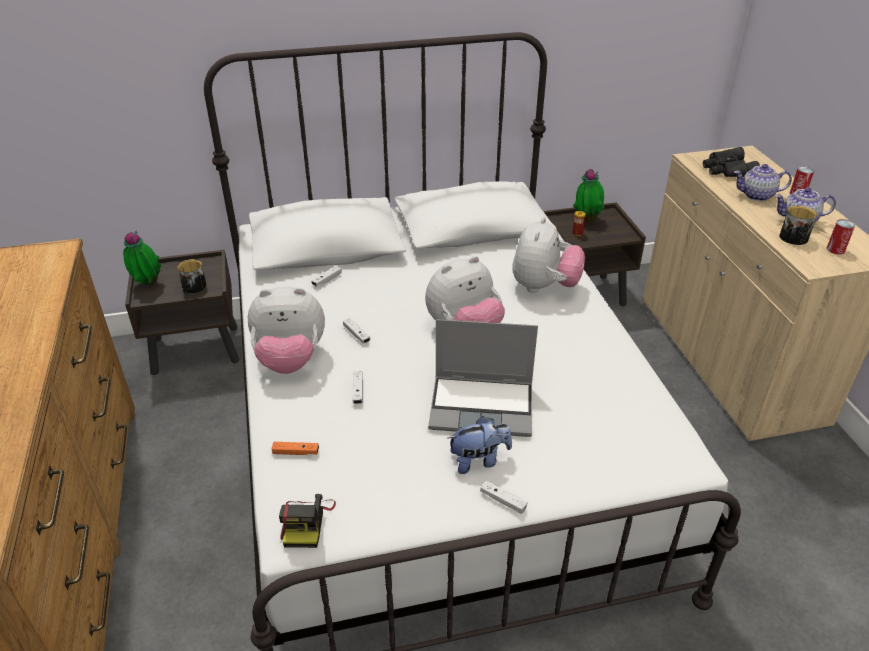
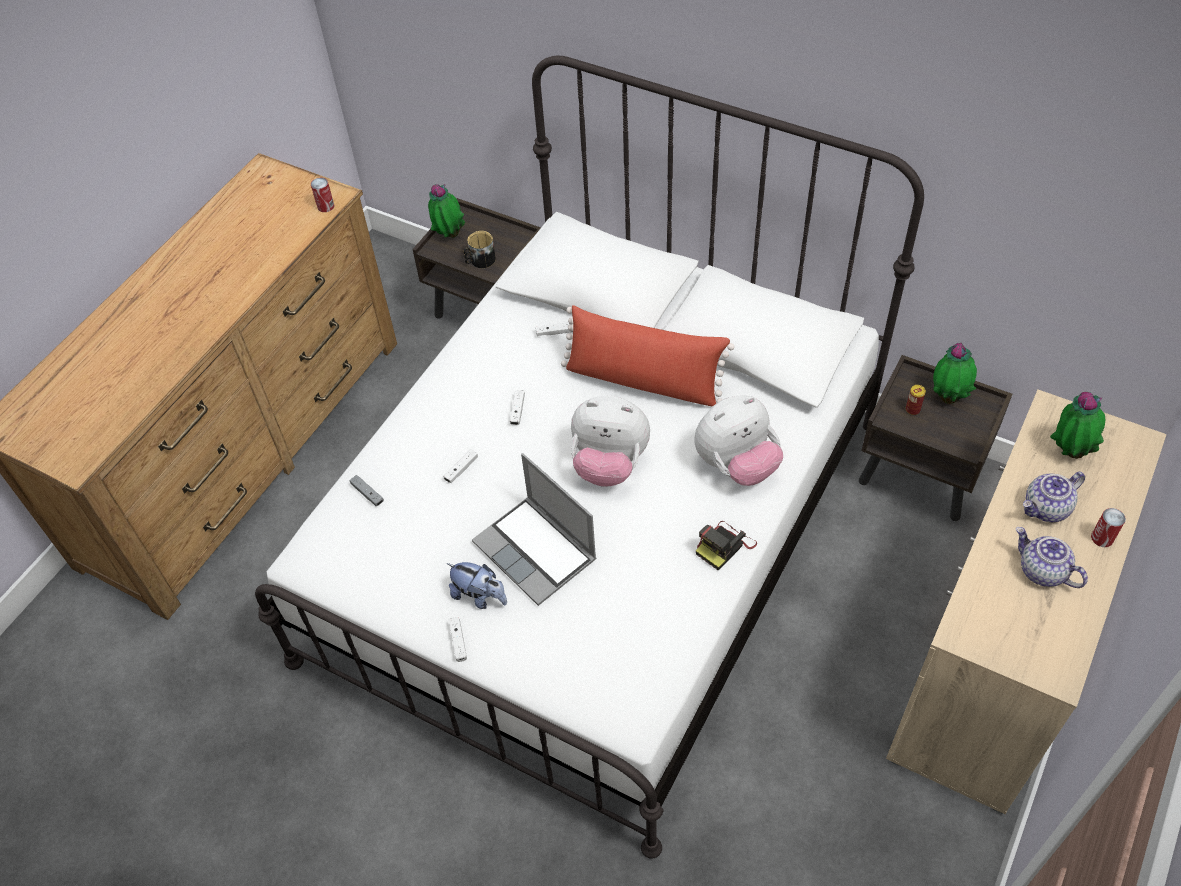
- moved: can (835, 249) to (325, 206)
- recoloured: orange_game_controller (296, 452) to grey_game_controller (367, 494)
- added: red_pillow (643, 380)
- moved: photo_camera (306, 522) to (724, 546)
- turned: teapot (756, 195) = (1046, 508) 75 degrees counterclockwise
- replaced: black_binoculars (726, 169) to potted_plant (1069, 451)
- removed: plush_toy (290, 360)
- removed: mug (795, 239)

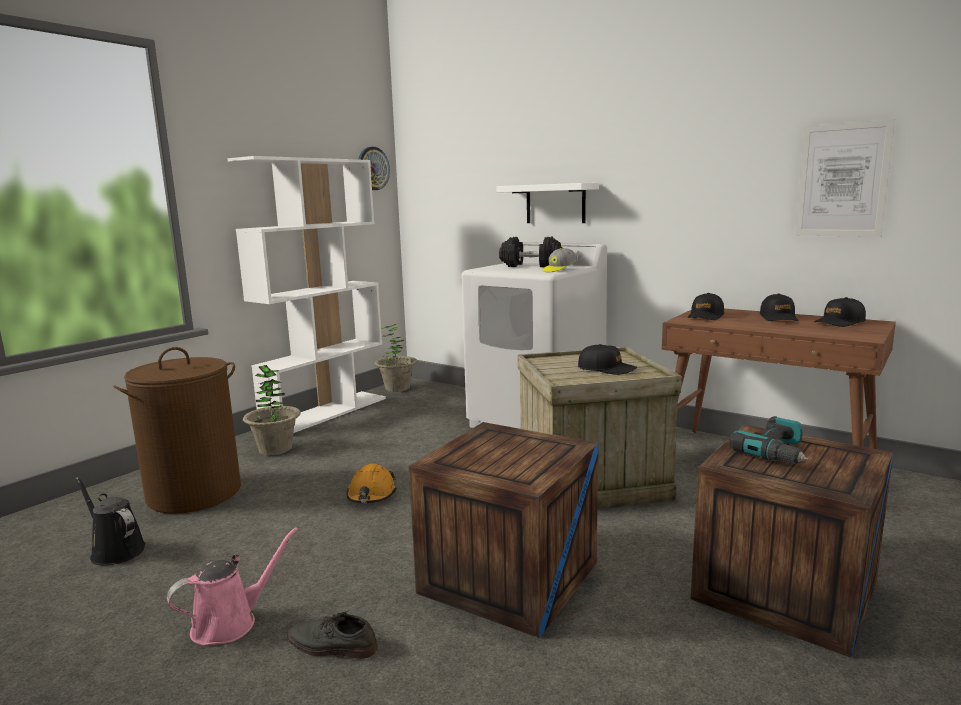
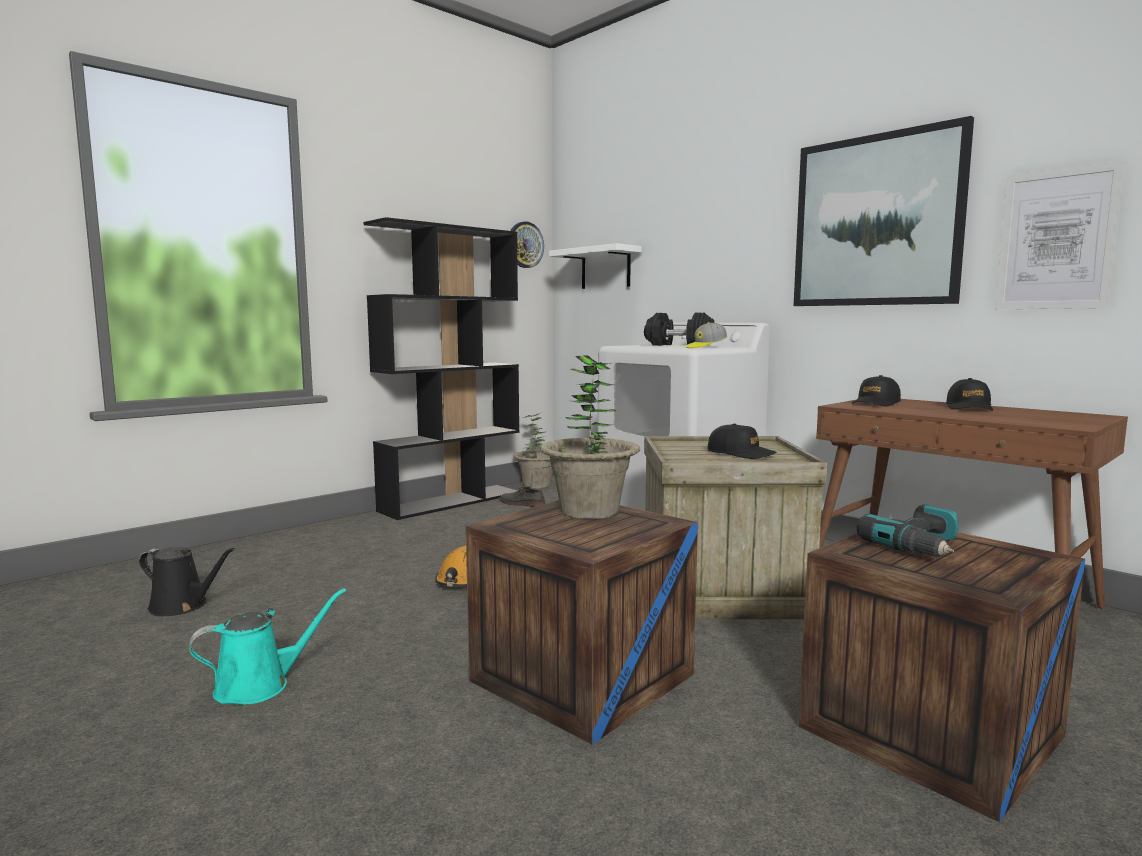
- turned: black_watering_can (115, 550) = (182, 606) 150 degrees clockwise
- recoloured: pink_watering_can (230, 623) to turquoise_watering_can (260, 686)
- recoloured: white_bookcase (326, 412) to black_bookcase (451, 502)
- moved: grey_shoe (331, 645) to (521, 503)
- moved: potted_plant (275, 449) to (589, 511)
- moved: white_shelf (555, 203) to (605, 268)
- added: picture (876, 221)
- removed: brown_laundry_basket (194, 493)
- removed: black_cap (839, 322)

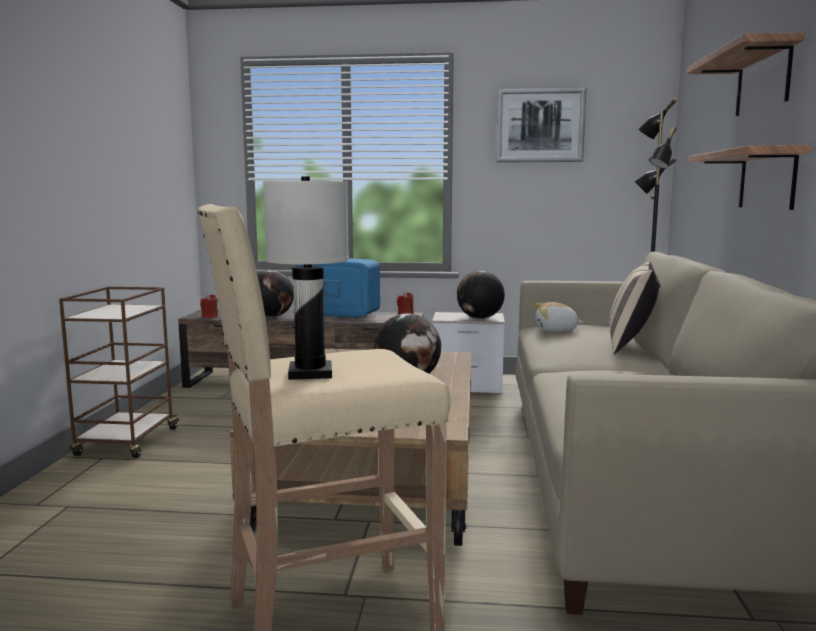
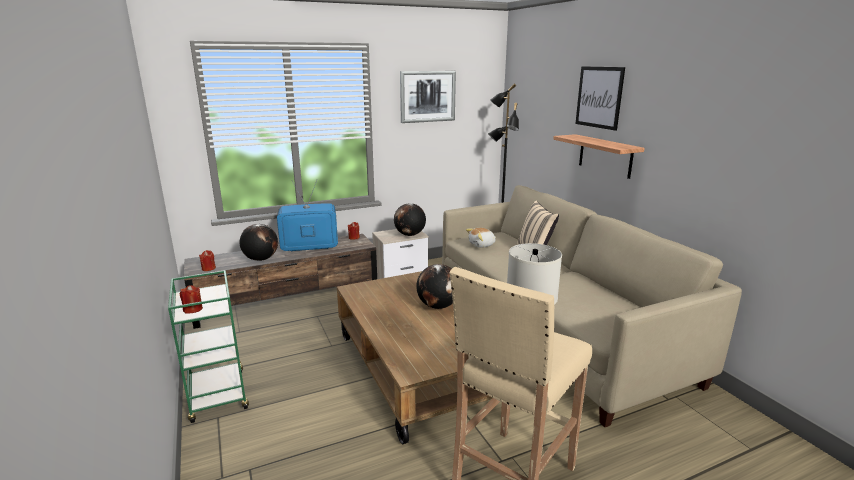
- recoloured: brown_cart (127, 442) to green_cart (218, 396)
- added: red_candle (193, 309)
- replaced: shelf (763, 80) to picture (599, 97)

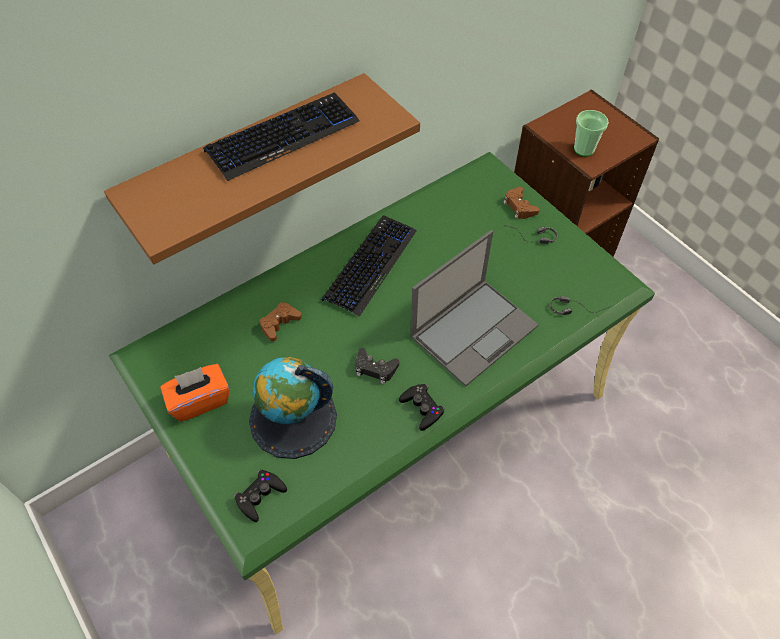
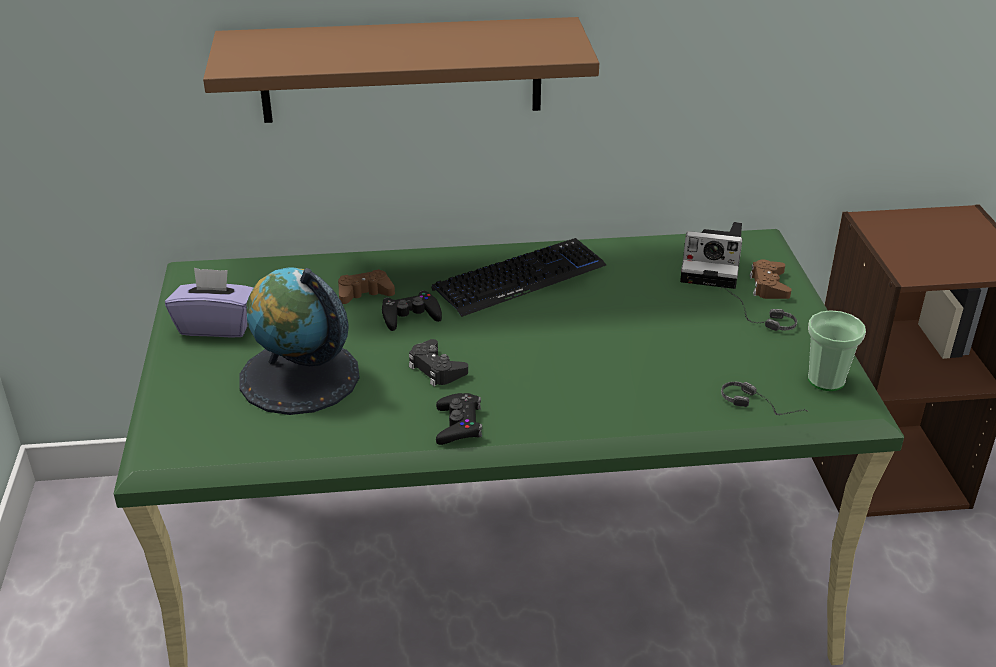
- recoloured: orange_tissue_box (200, 400) to purple_tissue_box (216, 325)
- moved: black_game_controller (260, 496) to (410, 316)
- added: photo_camera (713, 267)
- moved: cup (584, 149) to (826, 380)
- removed: keyboard (283, 137)
- removed: laptop (474, 330)

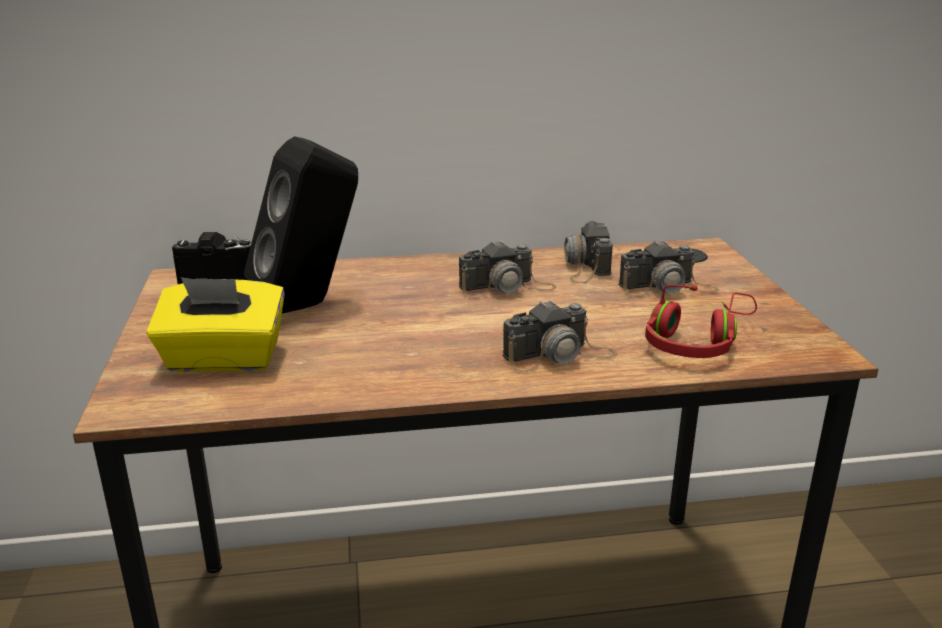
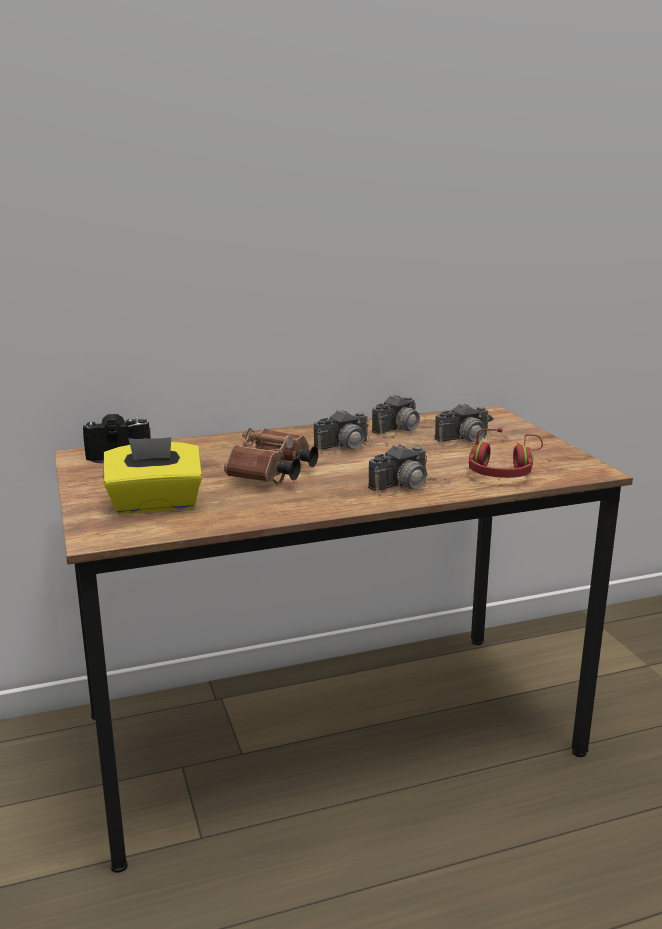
- added: brown_binoculars (272, 475)
- turned: photo_camera (585, 265) = (404, 428) 120 degrees counterclockwise
- removed: black_speaker (310, 305)

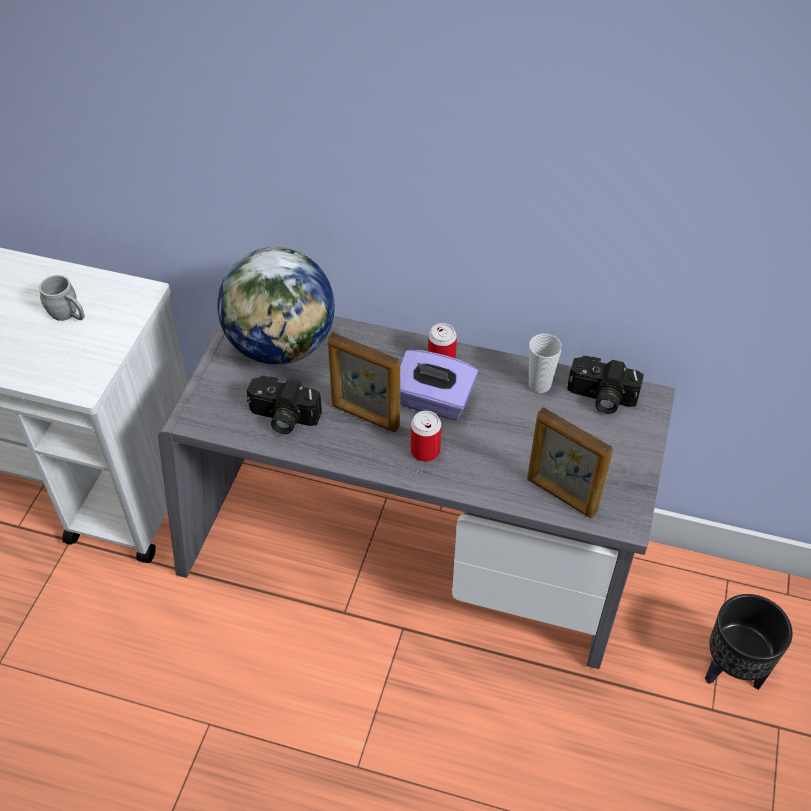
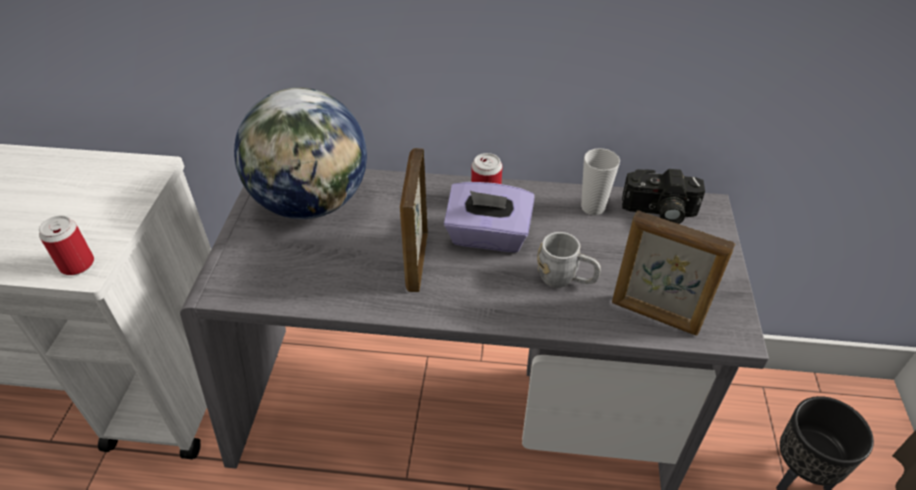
- moved: can (425, 451) to (77, 264)
- turned: picture_frame (365, 416) = (417, 261) 75 degrees clockwise
- moved: grey_mug (69, 315) to (565, 279)
- removed: photo_camera (282, 418)

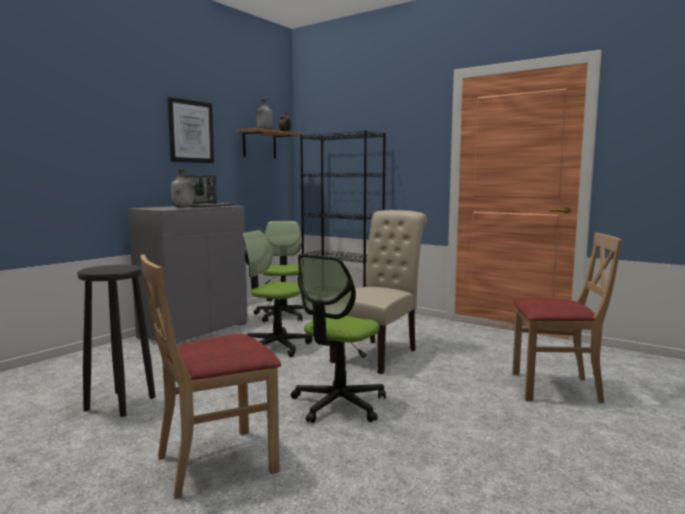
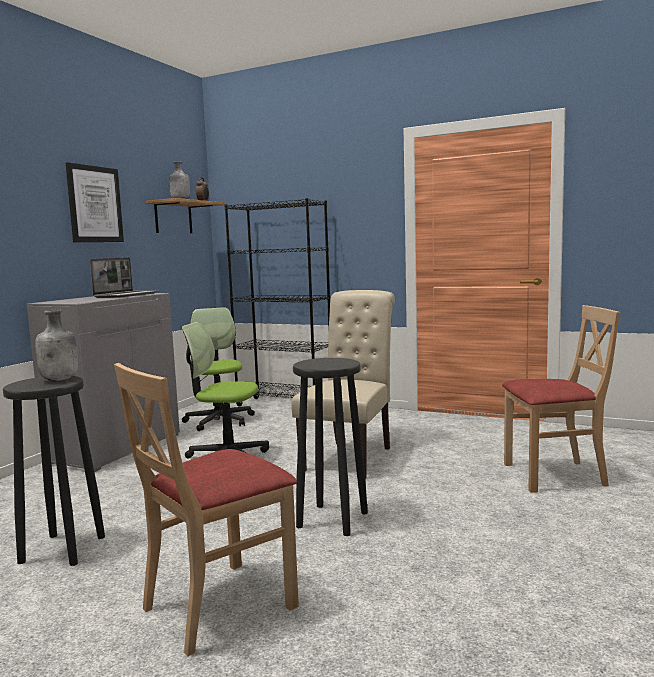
- moved: grey_bottle (183, 208) to (60, 379)
- replaced: office_chair (339, 404) to black_stool (331, 519)

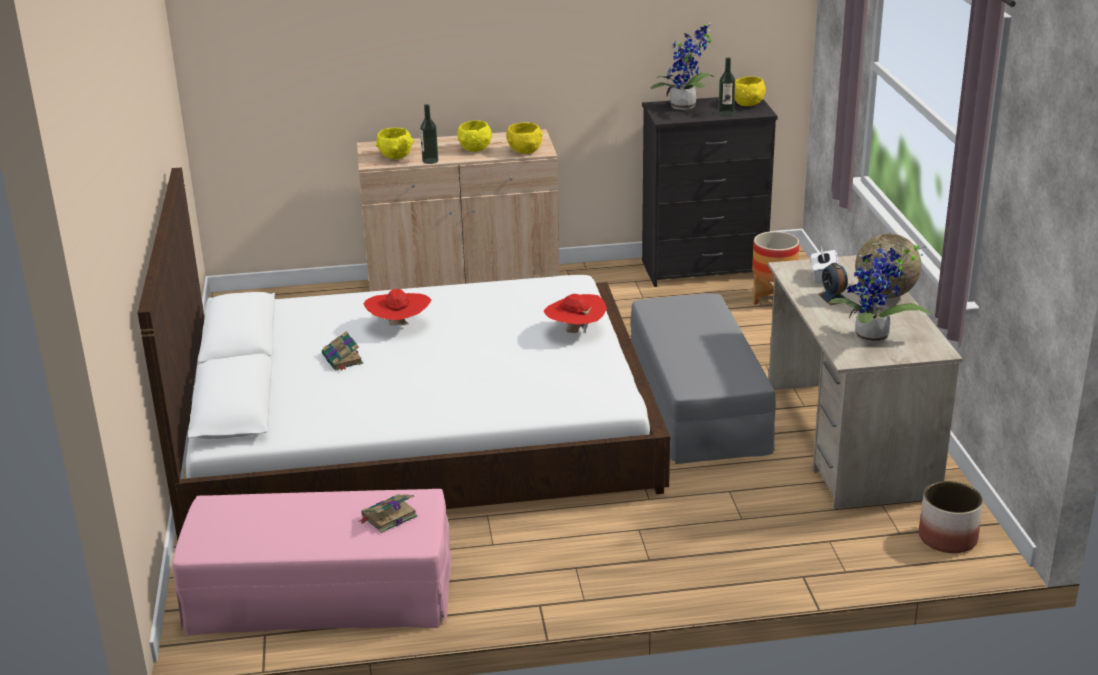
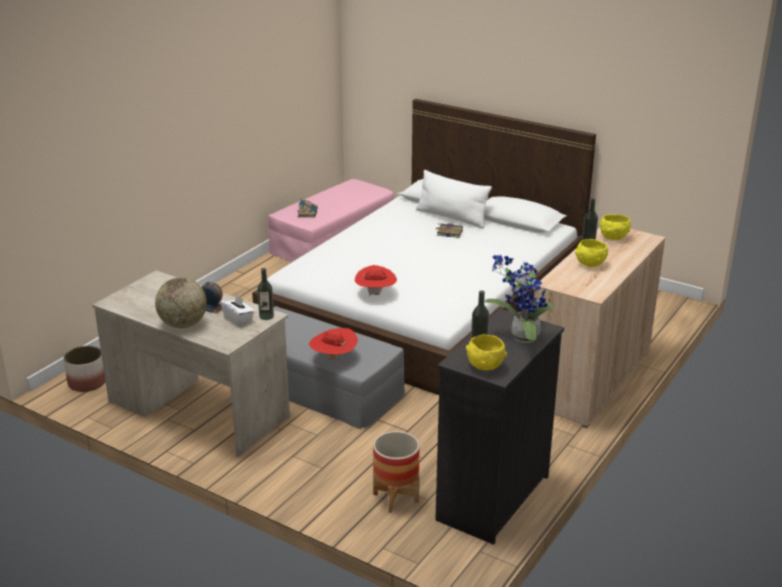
- added: bottle (266, 316)
- moved: red_hat (399, 327) to (333, 358)
- added: white_pillow (451, 217)
- removed: yellow_bowl (524, 151)
- removed: potted_plant (872, 339)

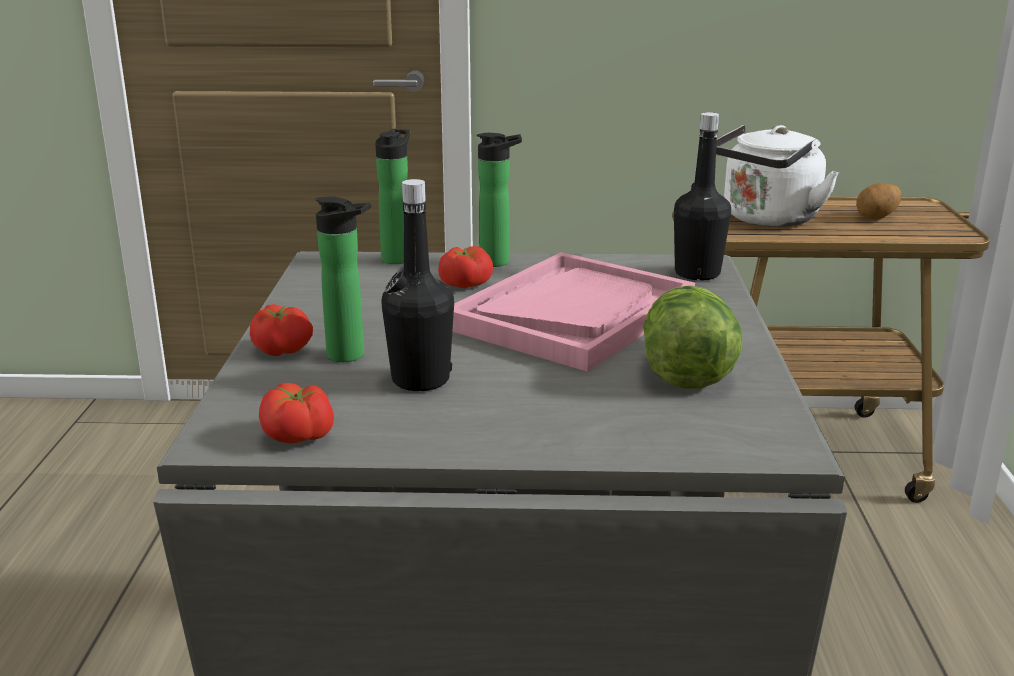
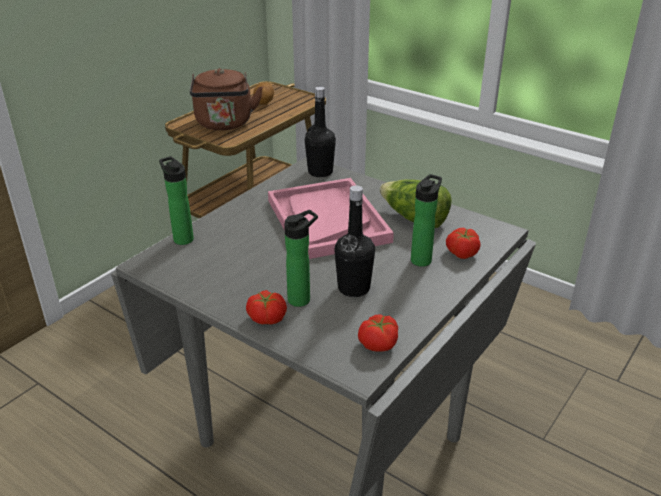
- recoloured: white_kettle (767, 220) to brown_kettle (224, 124)
- moved: bottle (499, 262) to (422, 259)
- moved: tomato (464, 283) to (461, 253)

